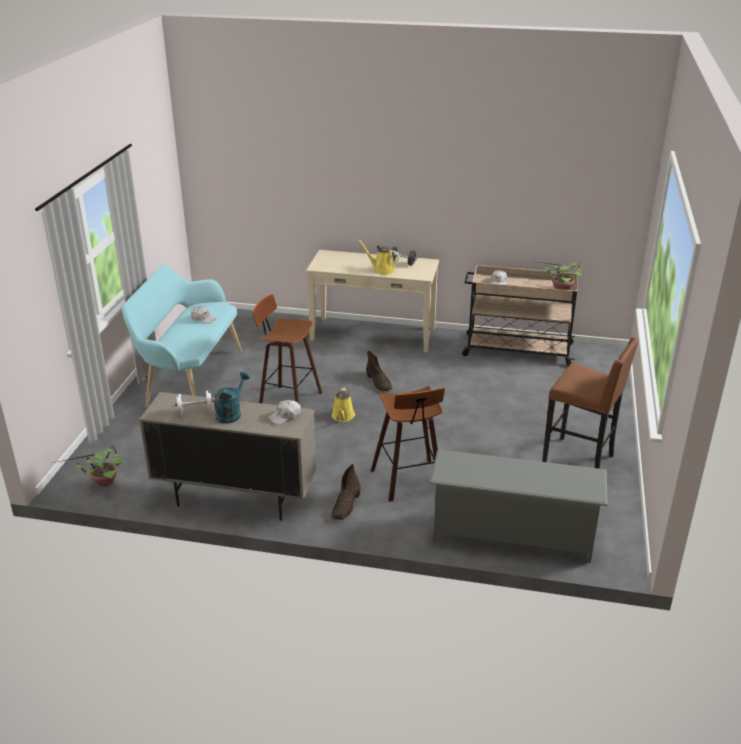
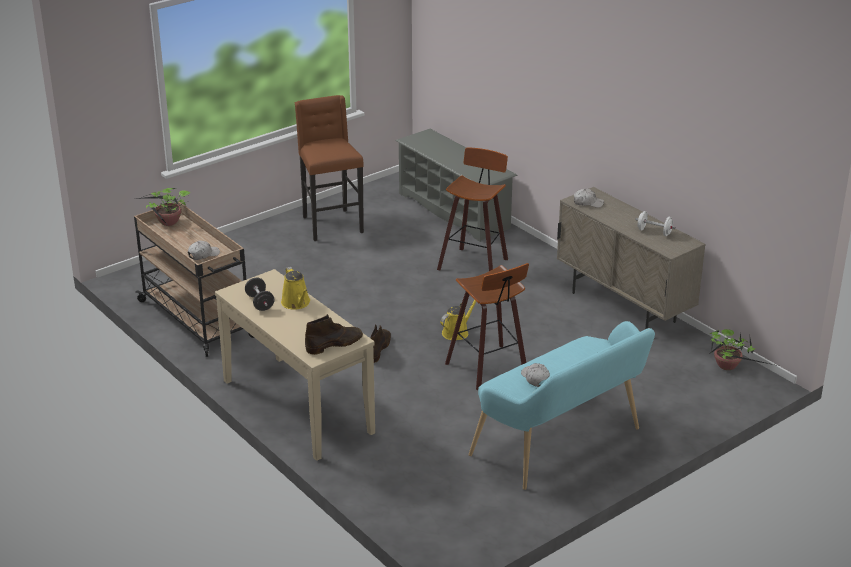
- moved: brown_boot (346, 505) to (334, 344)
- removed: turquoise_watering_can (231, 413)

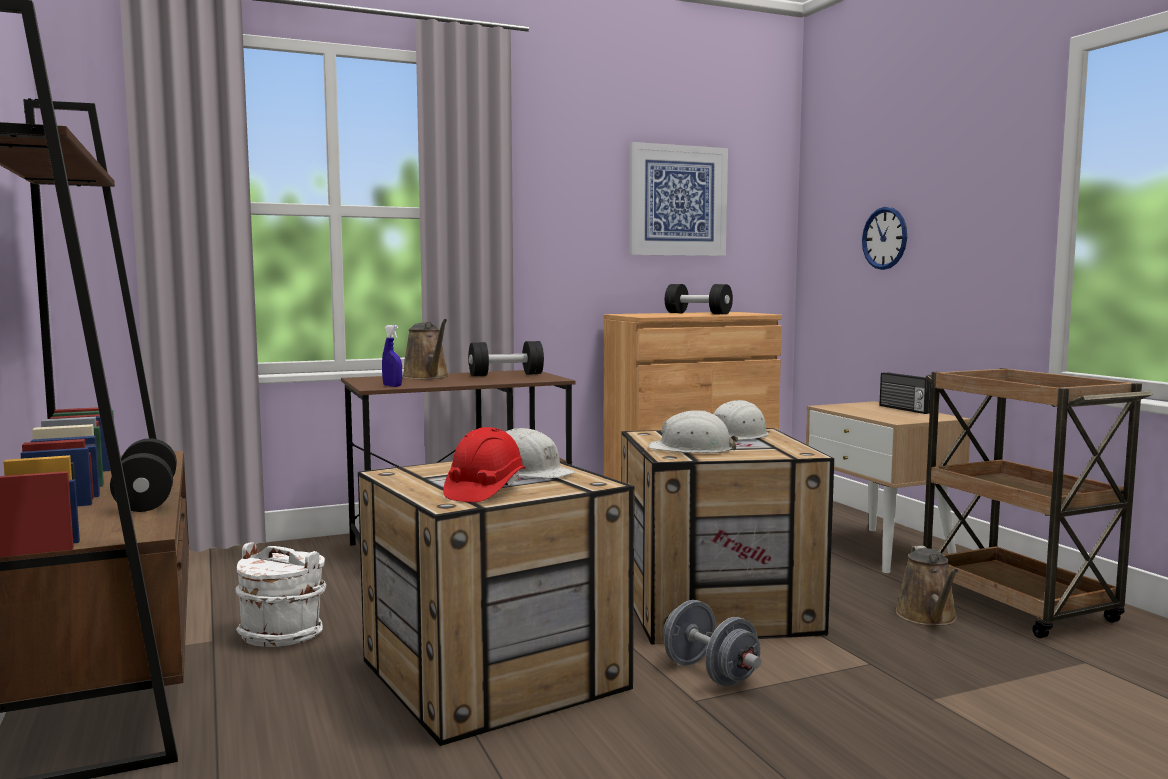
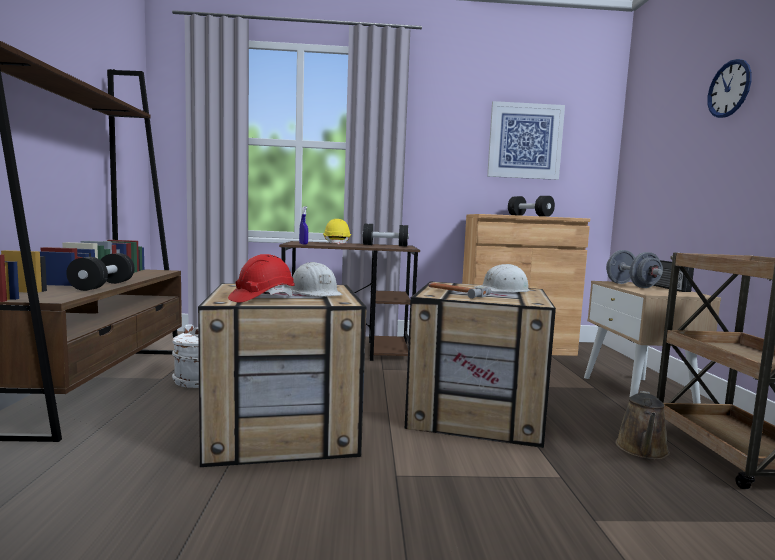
- replaced: brown_watering_can (427, 377) to yellow_hard_hat (337, 243)
- replaced: white_hard_hat (691, 449) to hammer (455, 293)
- moved: grey_dumbbell (710, 673) to (631, 285)
- moved: wall_clock (884, 238) to (729, 89)

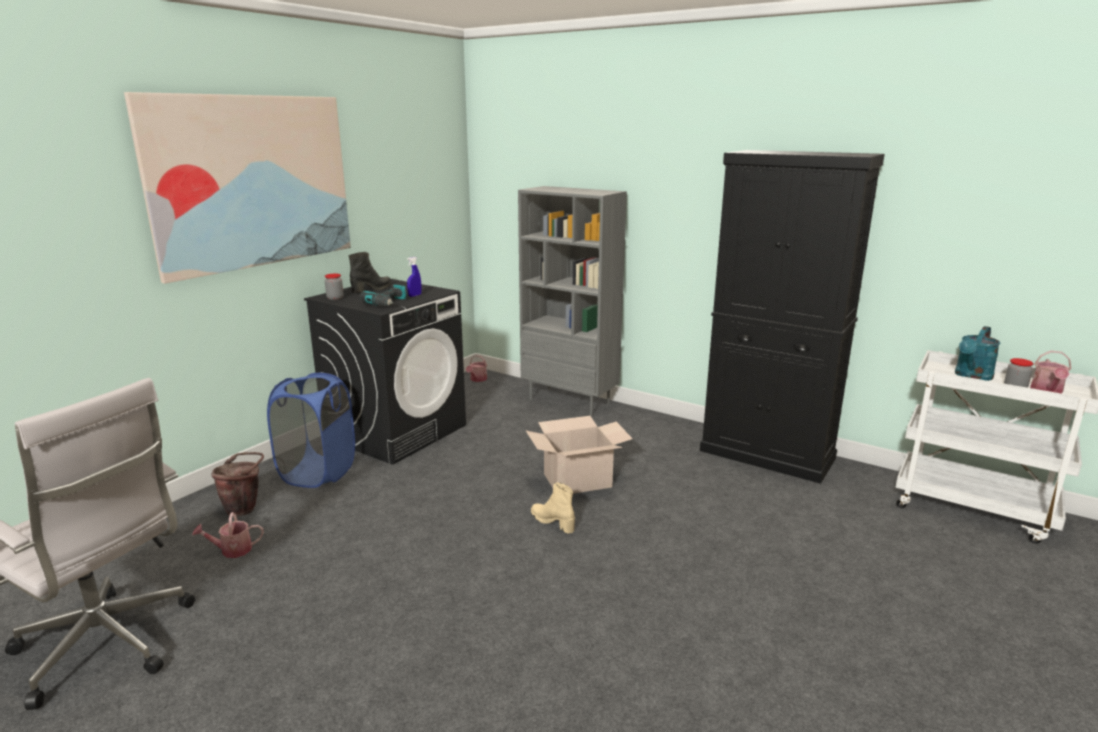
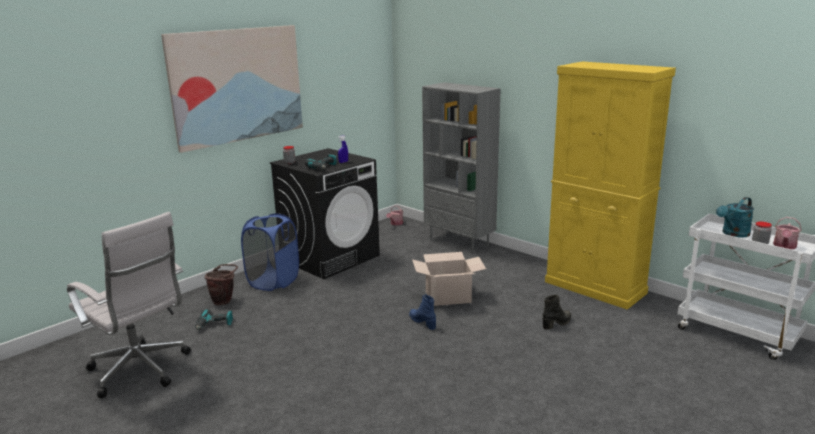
- replaced: watering_can (232, 550) to power_drill (214, 325)
- recoloured: beige_boot (553, 522) to blue_boot (423, 322)
- moved: black_boot (372, 289) to (557, 323)
- recoloured: black_cabinet (767, 455) to yellow_cabinet (595, 287)

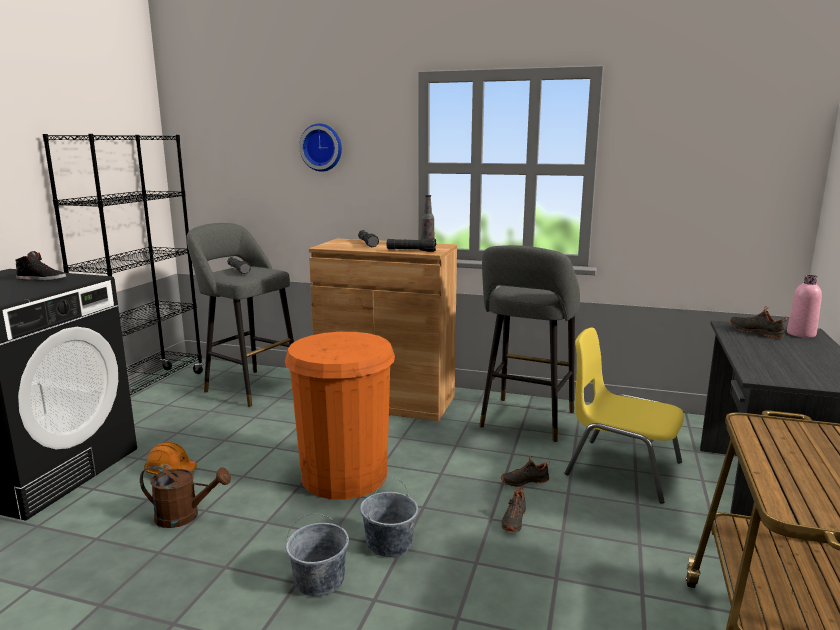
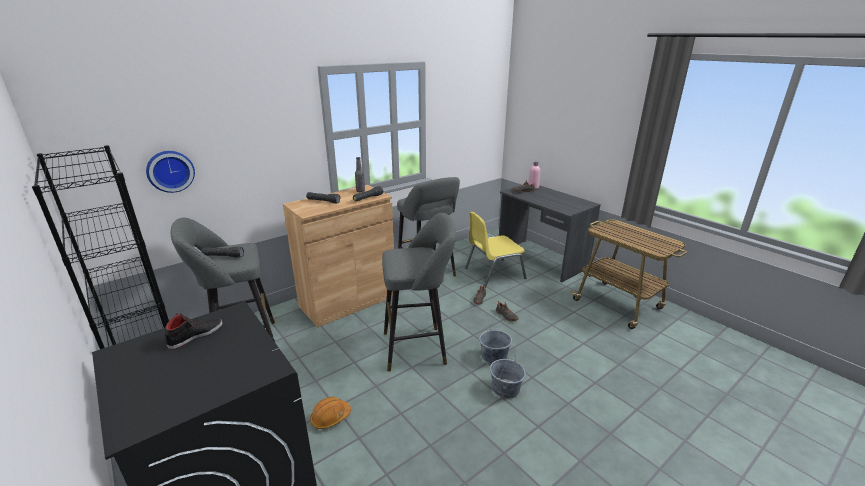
- moved: wall_clock (322, 147) to (170, 171)
- replaced: orange_trash_can (344, 476) to grey_stool (418, 347)
- removed: brown_watering_can (185, 516)

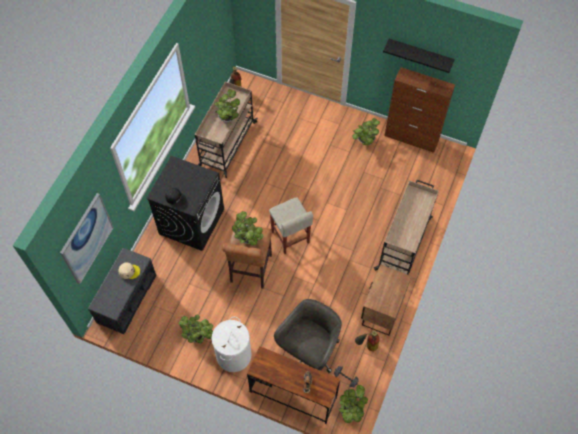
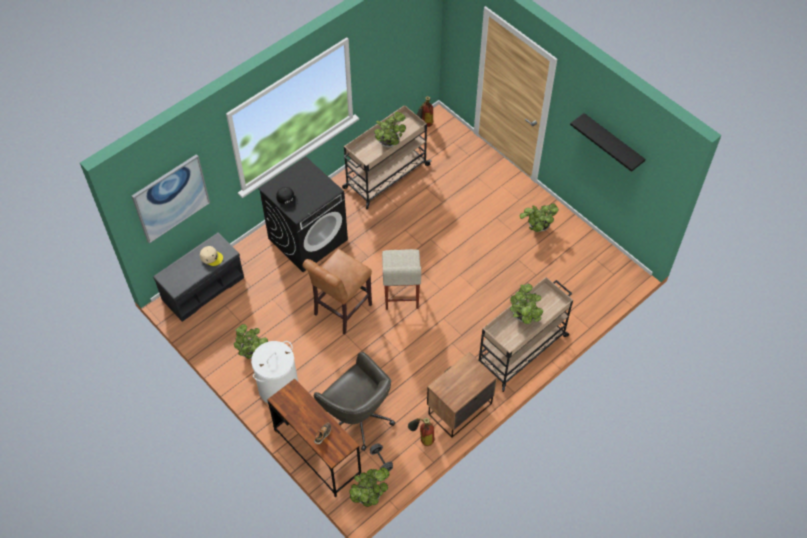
- turned: grey_office_chair (309, 351) = (358, 417) 75 degrees clockwise
- moved: potted_plant (248, 239) to (524, 318)
- removed: brown_cabinet (411, 138)

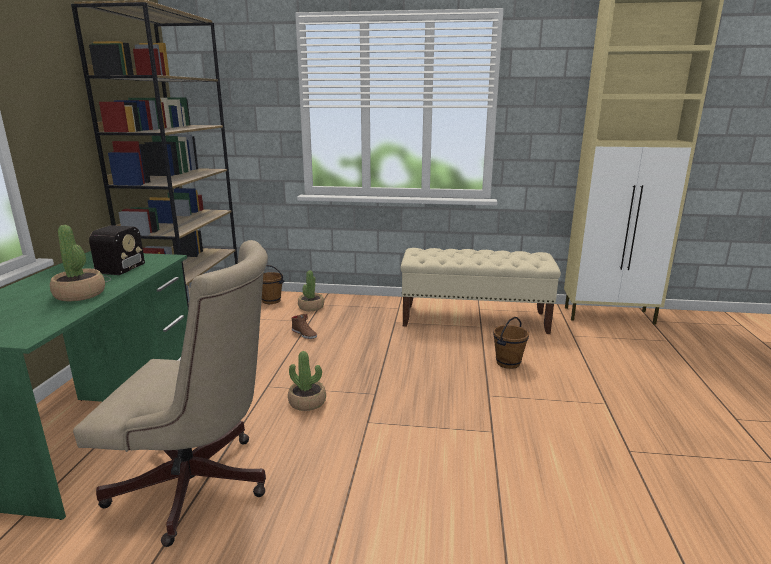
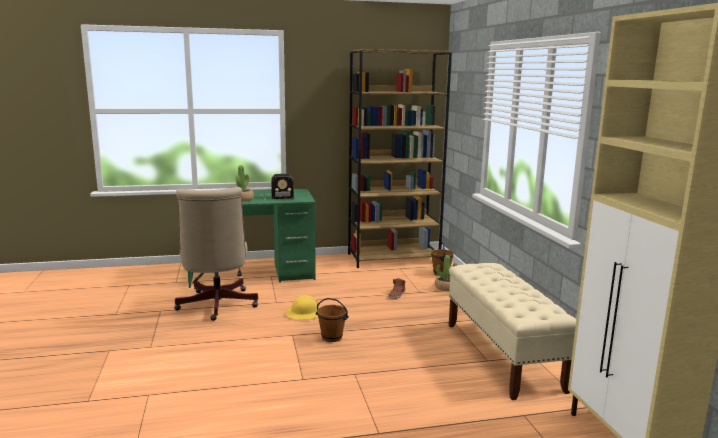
- replaced: potted_plant (307, 402) to yellow_hard_hat (305, 314)
- moved: brown_bucket (508, 363) to (331, 338)

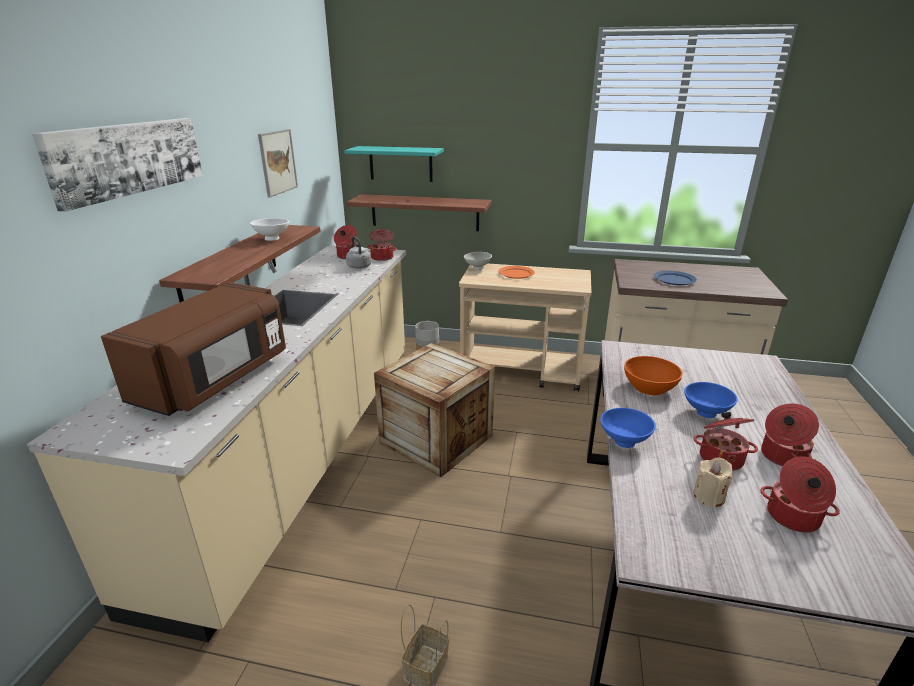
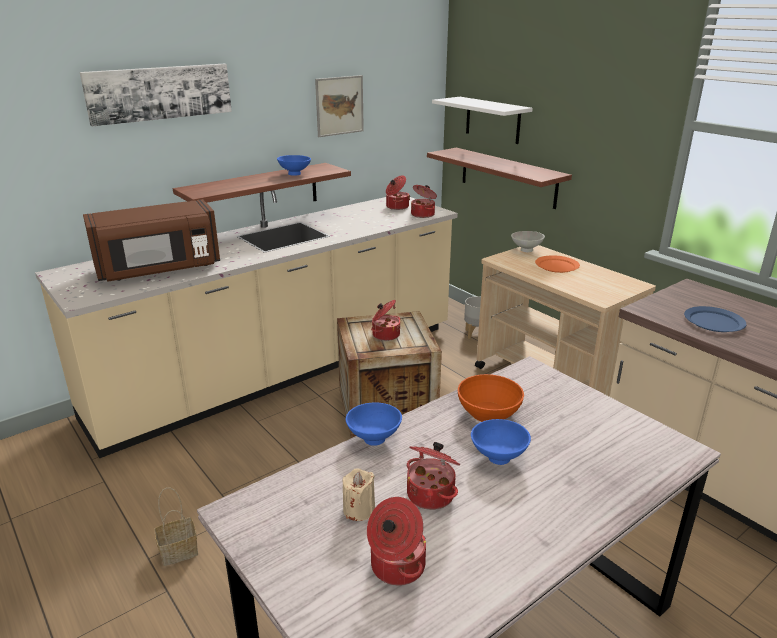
- recoloured: white_bowl (271, 238) to blue_bowl (294, 174)
- moved: cooking_pot (781, 456) to (385, 334)
- recoloured: turquoise_shelf (400, 163) to white_shelf (492, 120)
- removed: grey_kettle (359, 267)

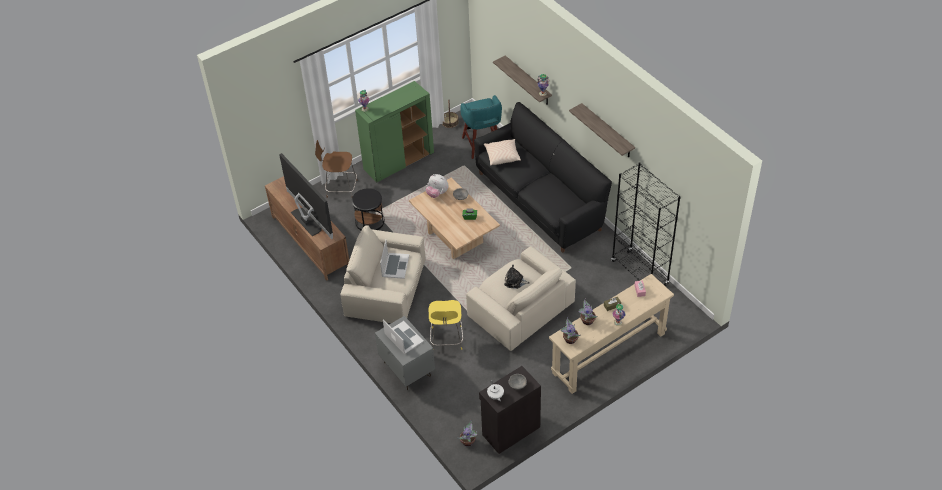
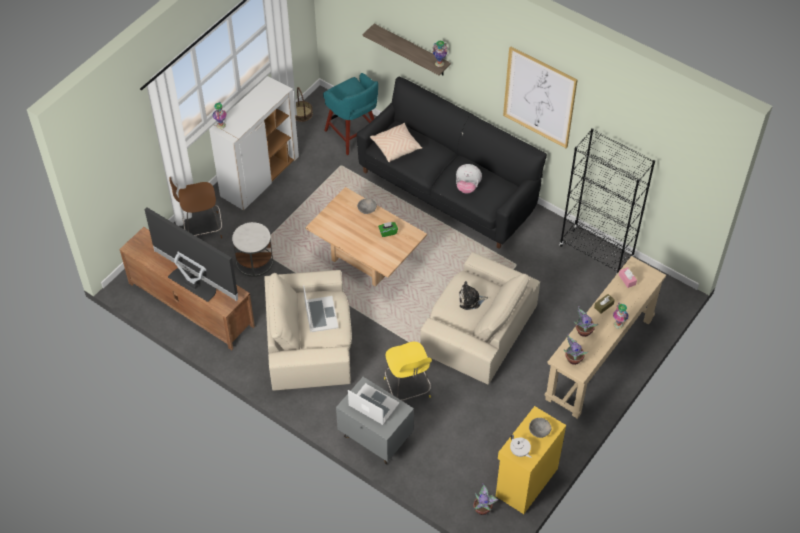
- recoloured: green_cabinet (399, 161) to white_cabinet (260, 177)
- recoloured: black_side_table (369, 221) to white_side_table (254, 261)
- moved: plush_toy (437, 193) to (467, 187)
- recoloured: black_cabinet (510, 430) to yellow_cabinet (525, 482)
- replaced: shelf (607, 131) to picture (539, 97)

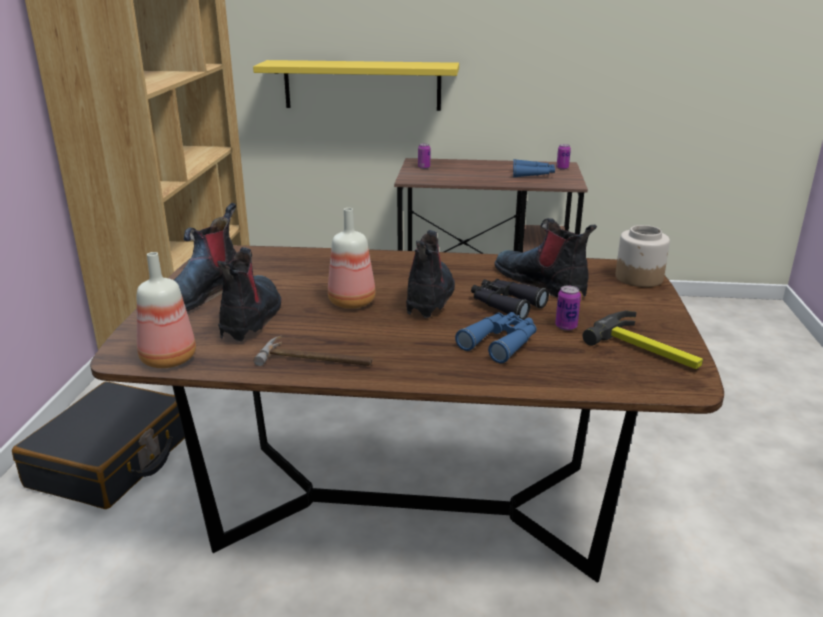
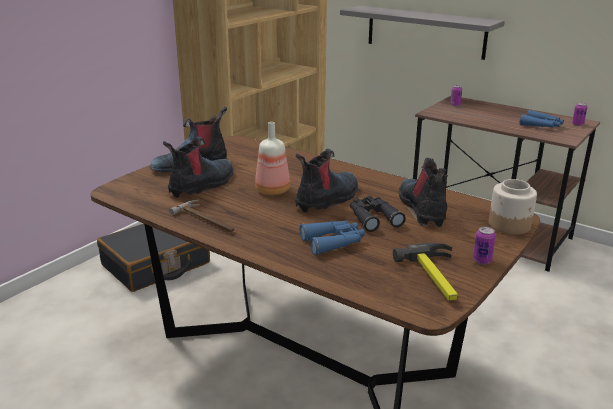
- recoloured: yellow_shelf (362, 85) to grey_shelf (425, 32)
- moved: can (566, 326) to (482, 261)
- removed: bottle (167, 360)

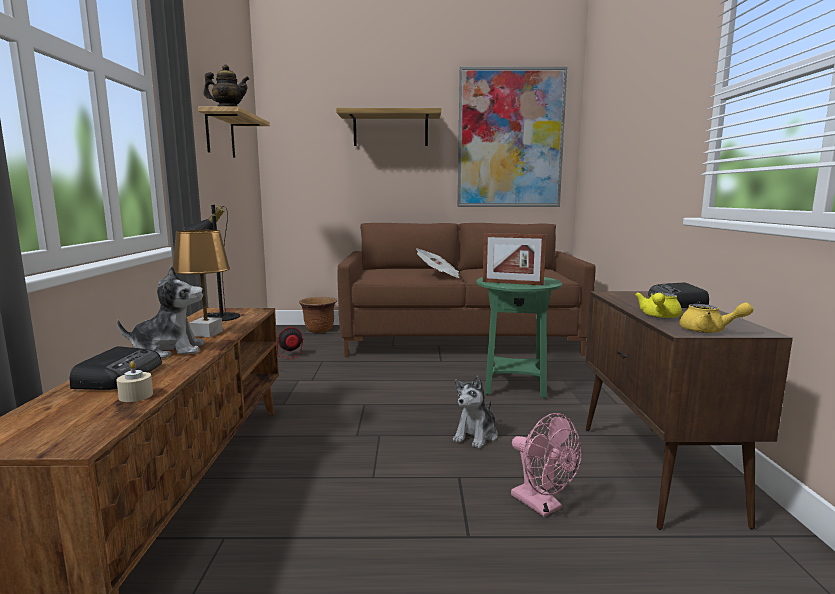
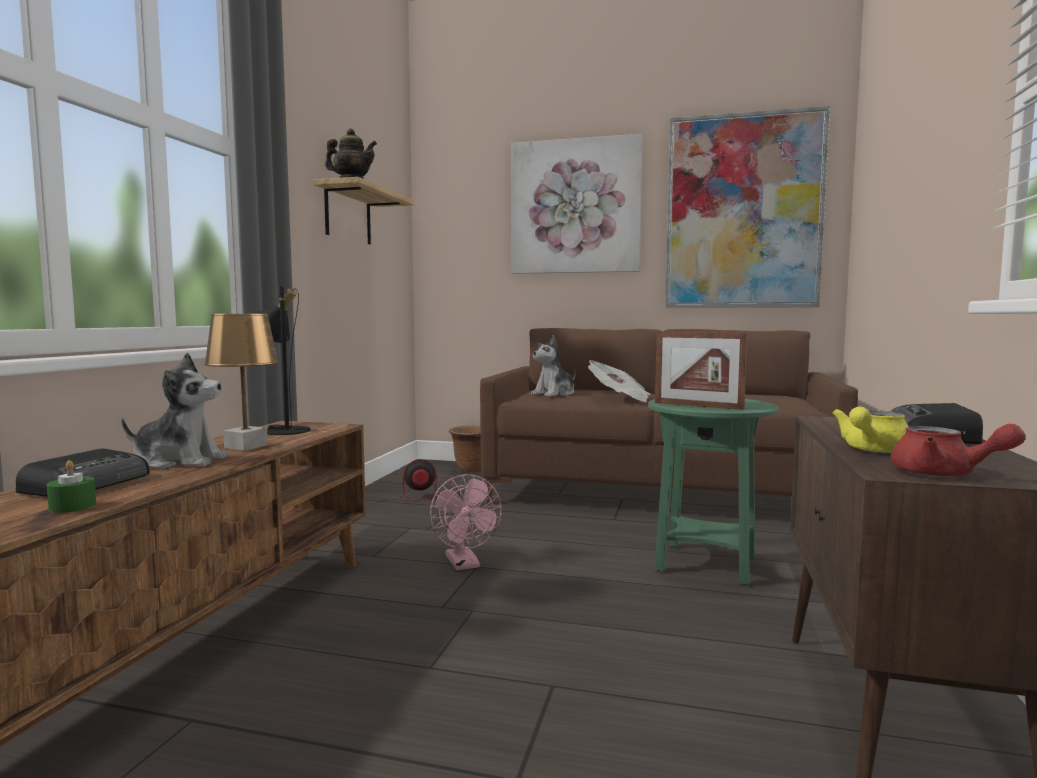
- recoloured: beige_candle (136, 396) to green_candle (72, 506)
- moved: pink_fan (542, 506) to (465, 564)
- replaced: shelf (390, 130) to picture (575, 207)
- moved: plush_toy (476, 435) to (554, 394)
- recoloured: yellow_teapot (709, 331) to red_teapot (944, 474)

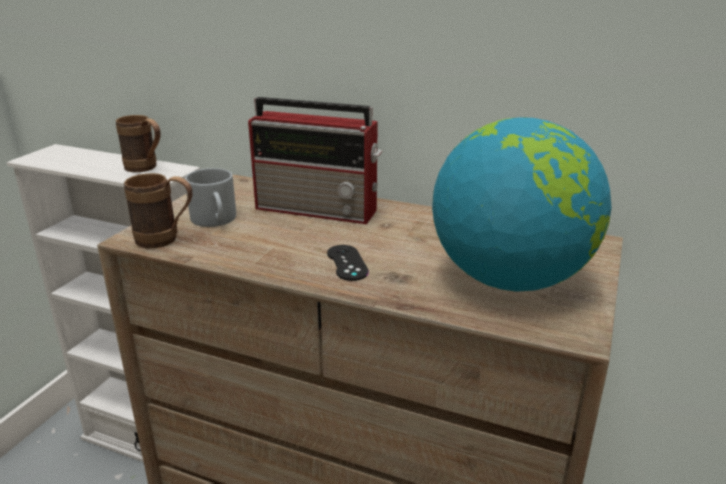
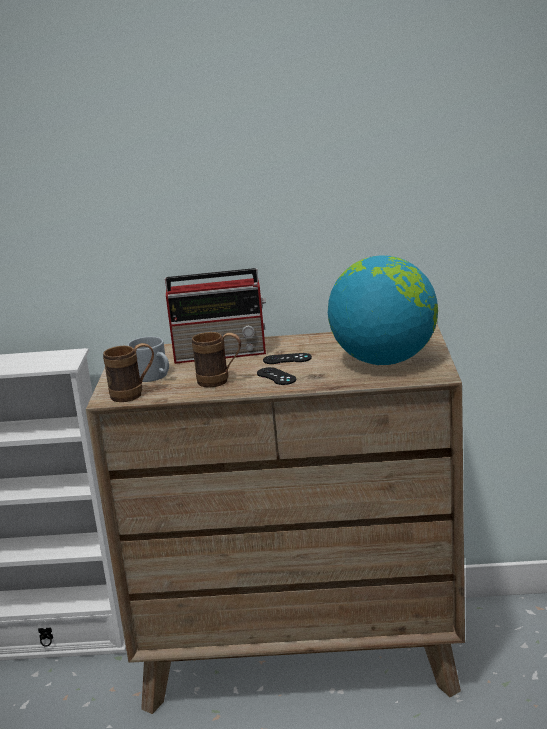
- moved: brown_mug (146, 168) to (220, 381)
- added: black_game_controller (287, 359)

